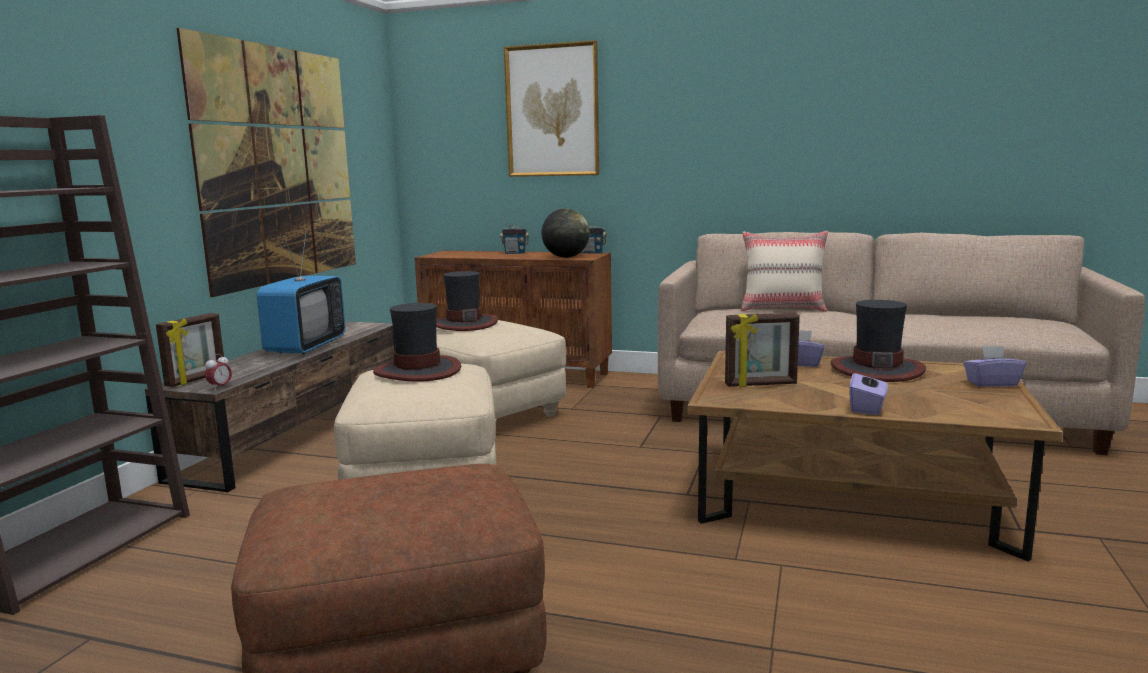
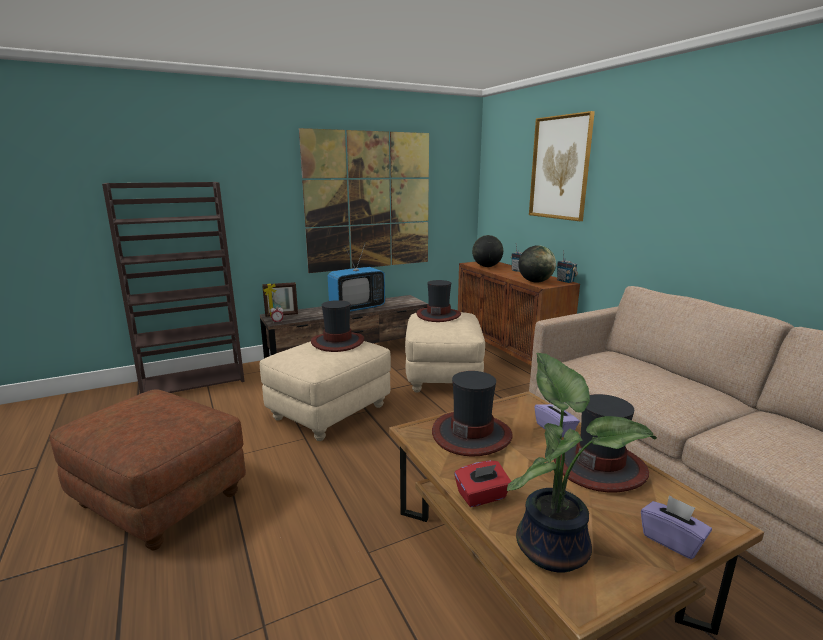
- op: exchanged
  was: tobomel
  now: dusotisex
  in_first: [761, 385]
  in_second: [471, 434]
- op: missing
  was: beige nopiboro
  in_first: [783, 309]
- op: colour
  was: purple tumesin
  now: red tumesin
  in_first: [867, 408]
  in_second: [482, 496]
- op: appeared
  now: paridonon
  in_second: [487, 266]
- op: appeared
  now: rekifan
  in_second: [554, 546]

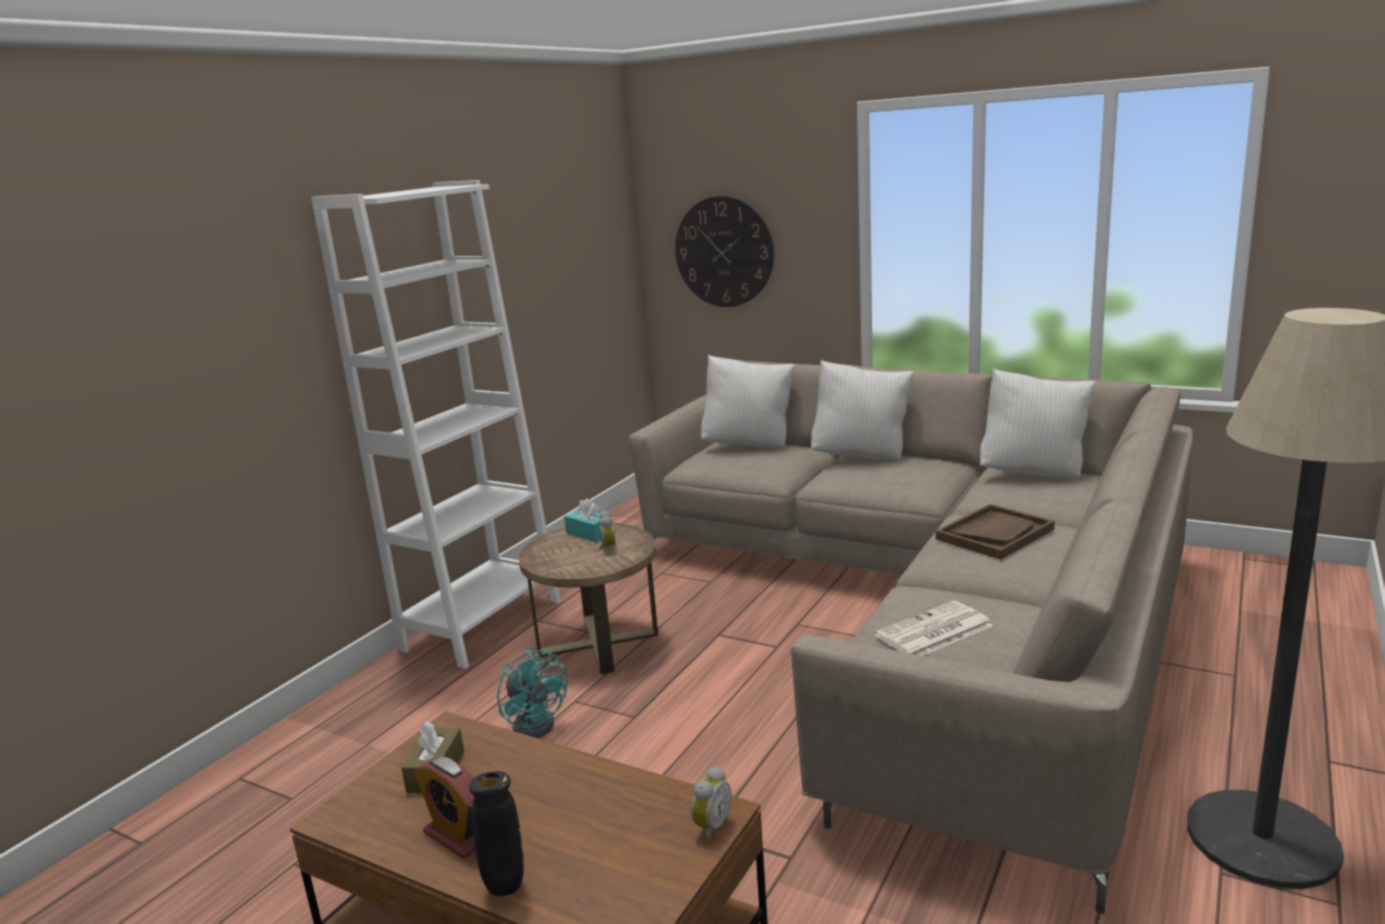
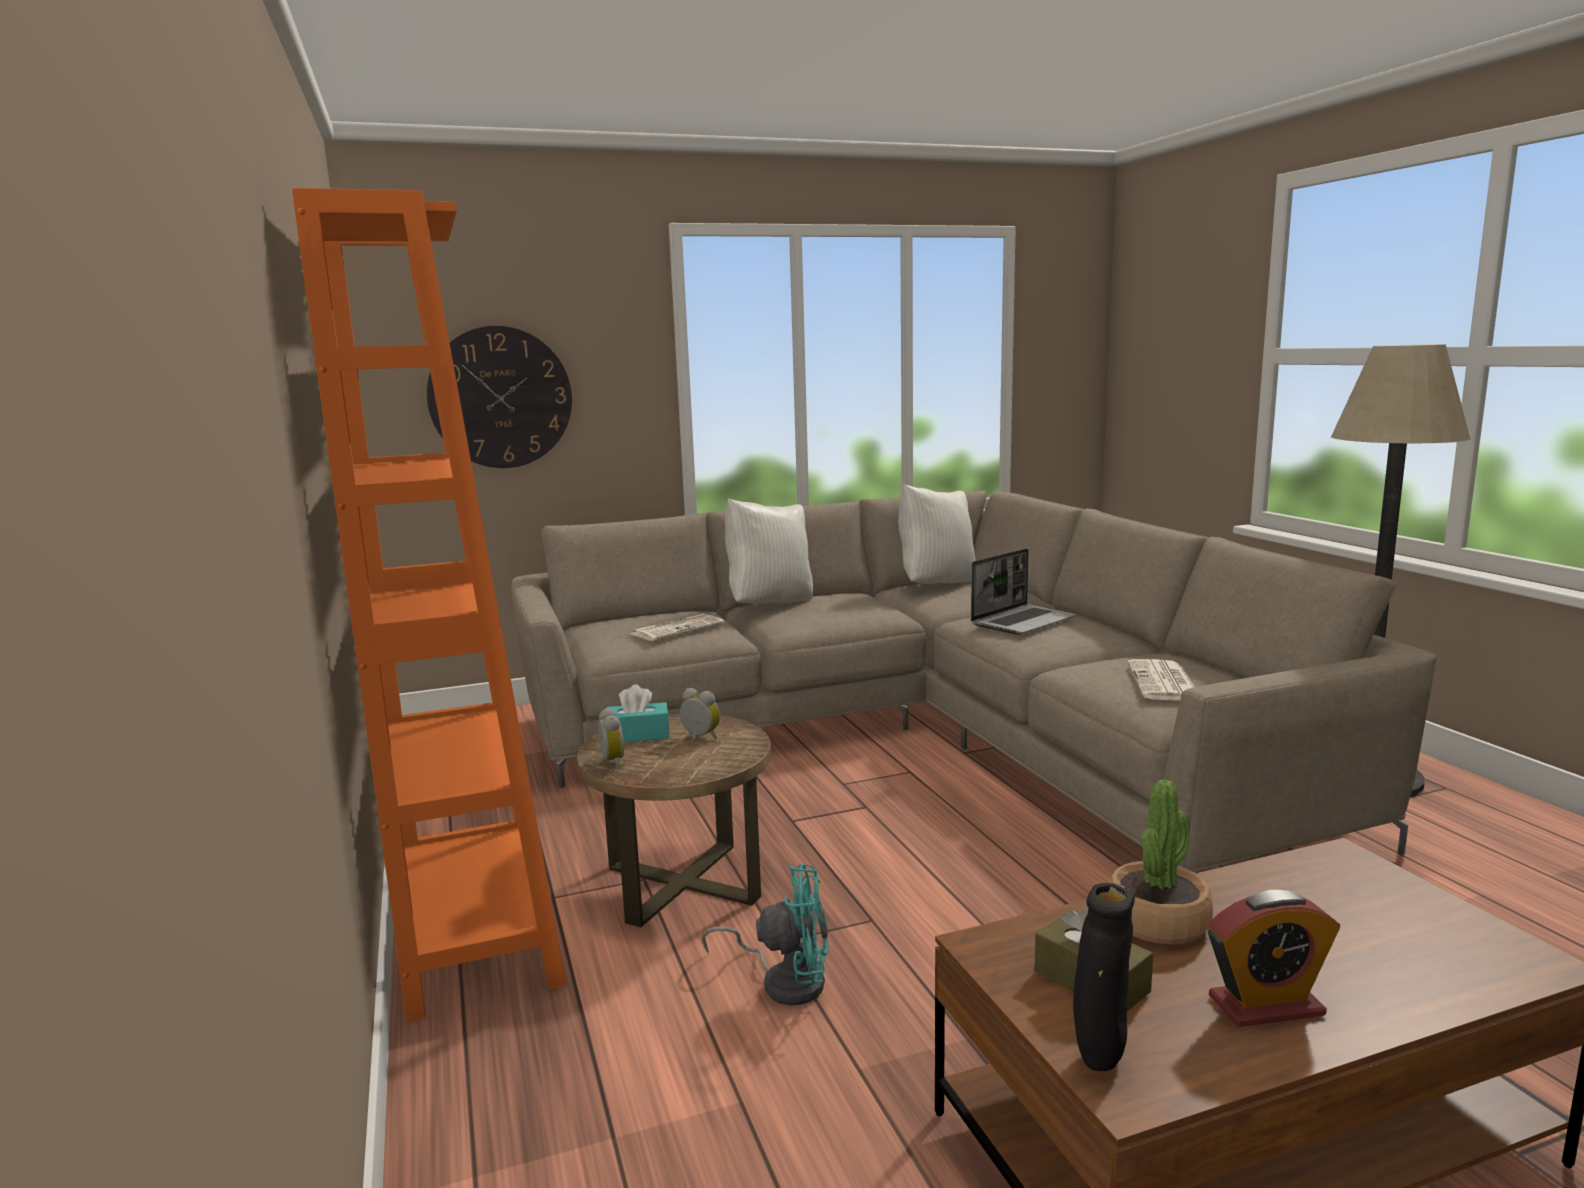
- op: colour
  was: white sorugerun
  now: orange sorugerun
  in_first: [482, 624]
  in_second: [480, 935]
- op: relocated
  was: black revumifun
  in_first: [506, 888]
  in_second: [1099, 1059]
- op: relocated
  was: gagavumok
  in_first: [710, 826]
  in_second: [610, 763]
- op: missing
  was: white nopiboro
  in_first: [749, 445]
- op: exchanged
  was: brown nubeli
  now: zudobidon
  in_first: [994, 534]
  in_second: [1023, 621]
- op: appeared
  now: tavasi
  in_second: [677, 629]
- op: appeared
  now: rekifan
  in_second: [1157, 922]

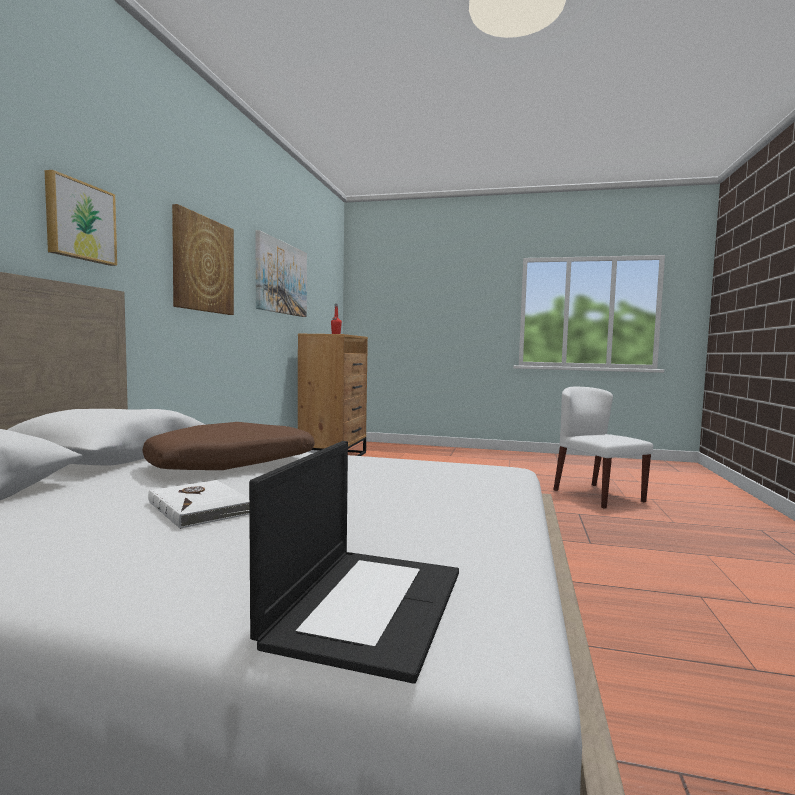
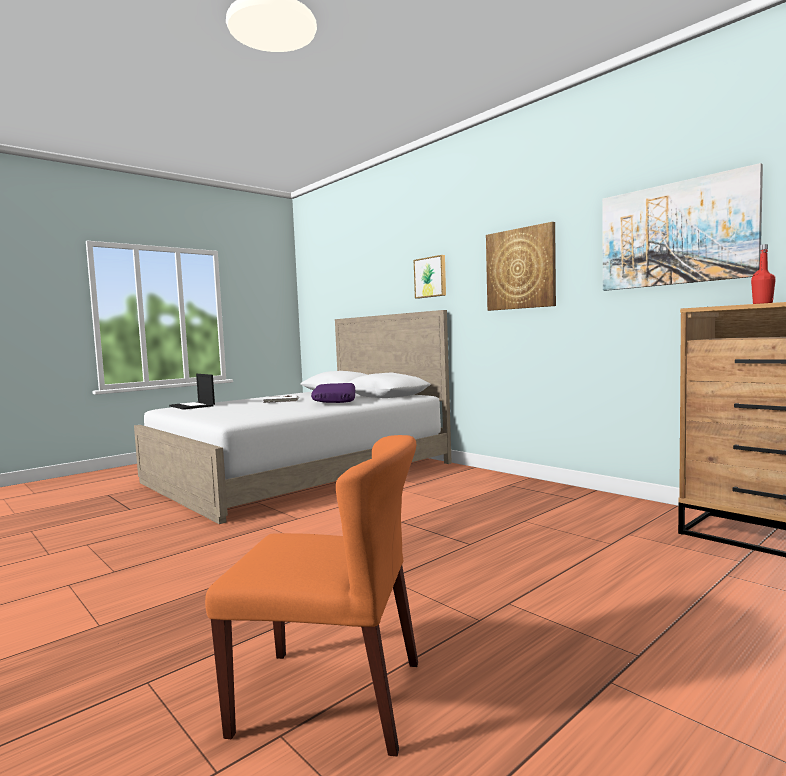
- op: colour
  was: brown nopiboro
  now: purple nopiboro
  in_first: [232, 465]
  in_second: [334, 402]
- op: colour
  was: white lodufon
  now: orange lodufon
  in_first: [597, 495]
  in_second: [331, 697]

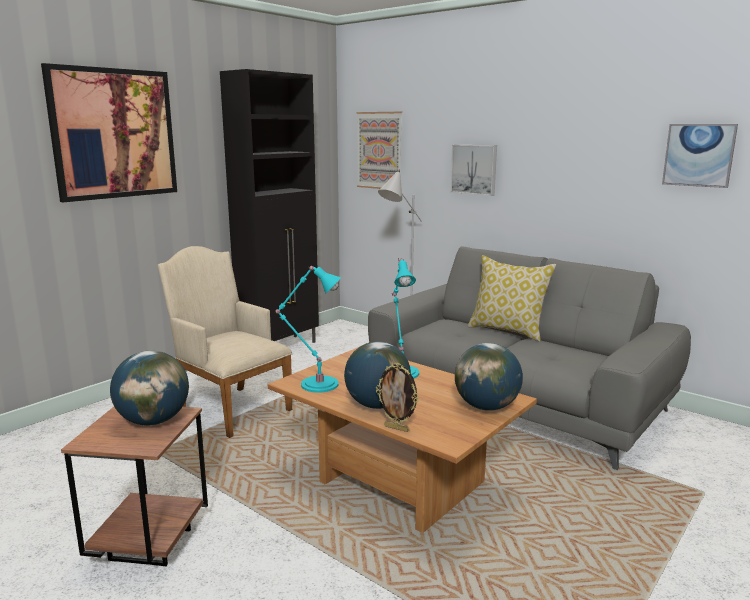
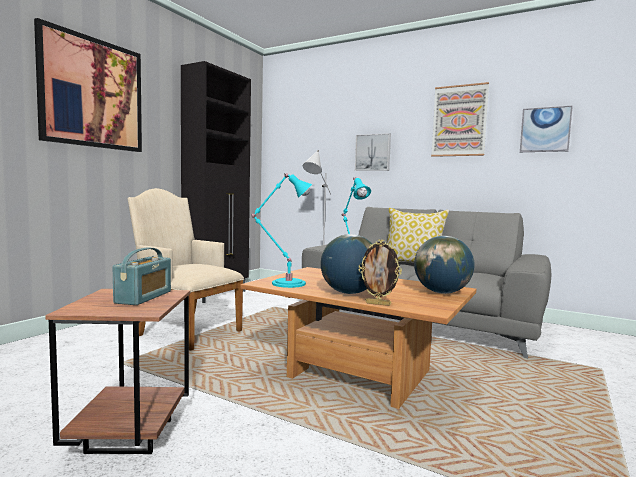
- op: exchanged
  was: paridonon
  now: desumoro
  in_first: [153, 421]
  in_second: [144, 297]
- op: relocated
  was: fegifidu
  in_first: [379, 150]
  in_second: [459, 121]

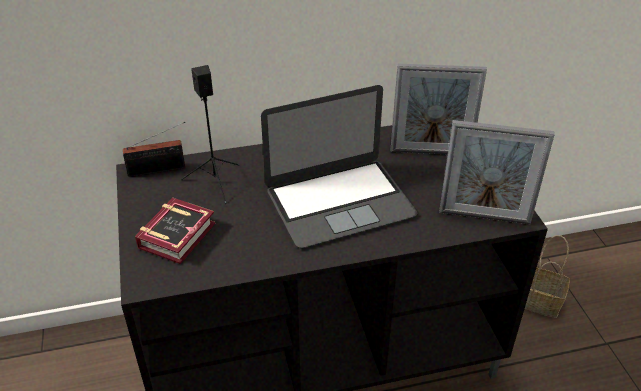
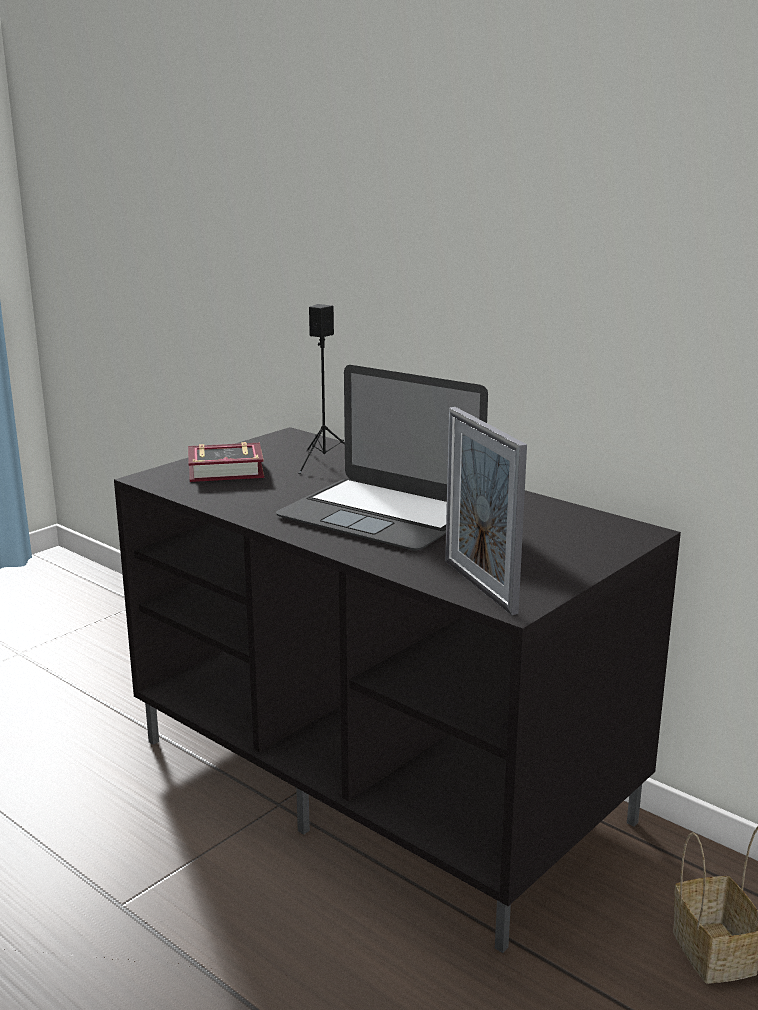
- op: missing
  was: desumoro
  in_first: [160, 169]
- op: missing
  was: tobomel
  in_first: [430, 152]

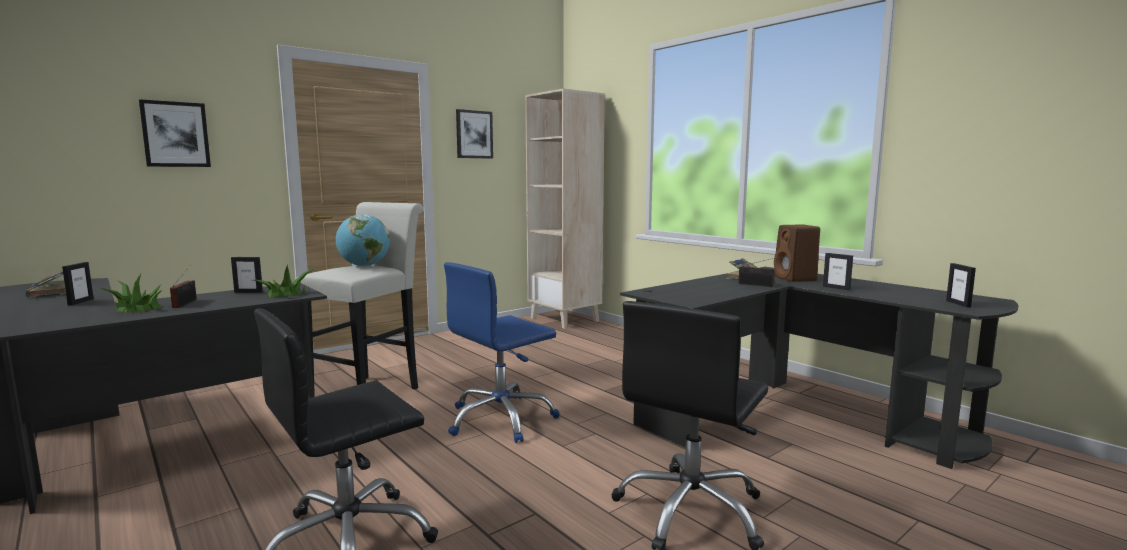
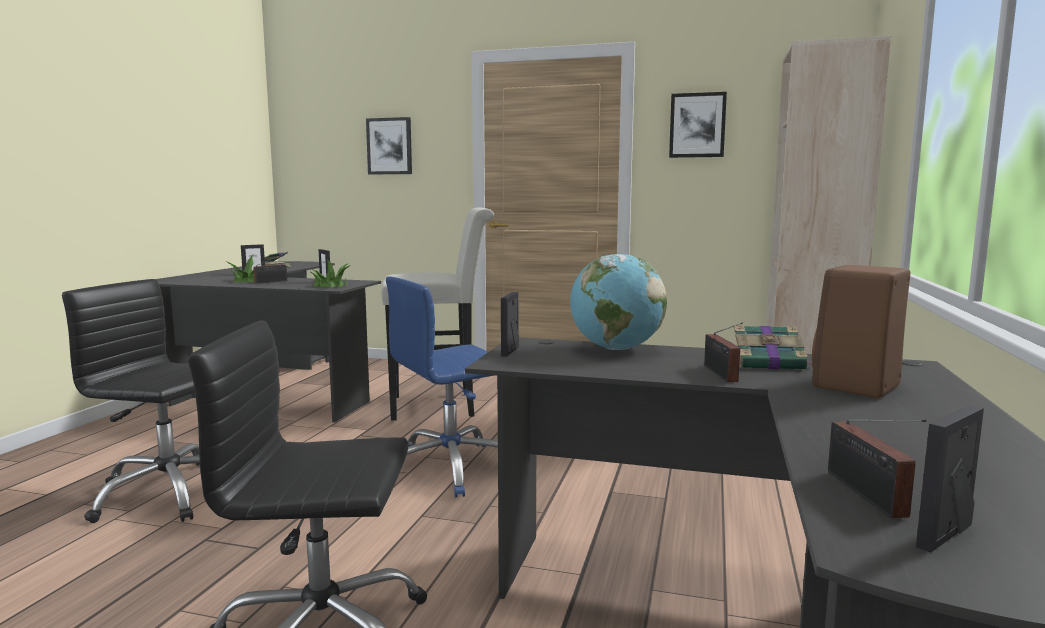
- op: relocated
  was: paridonon
  in_first: [364, 266]
  in_second: [616, 349]
- op: spun
  was: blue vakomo
  in_first: [501, 419]
  in_second: [450, 468]
  clockwise: -45
- op: relocated
  was: tobomel
  in_first: [836, 288]
  in_second: [510, 351]
- op: appeared
  now: desumoro
  in_second: [868, 496]

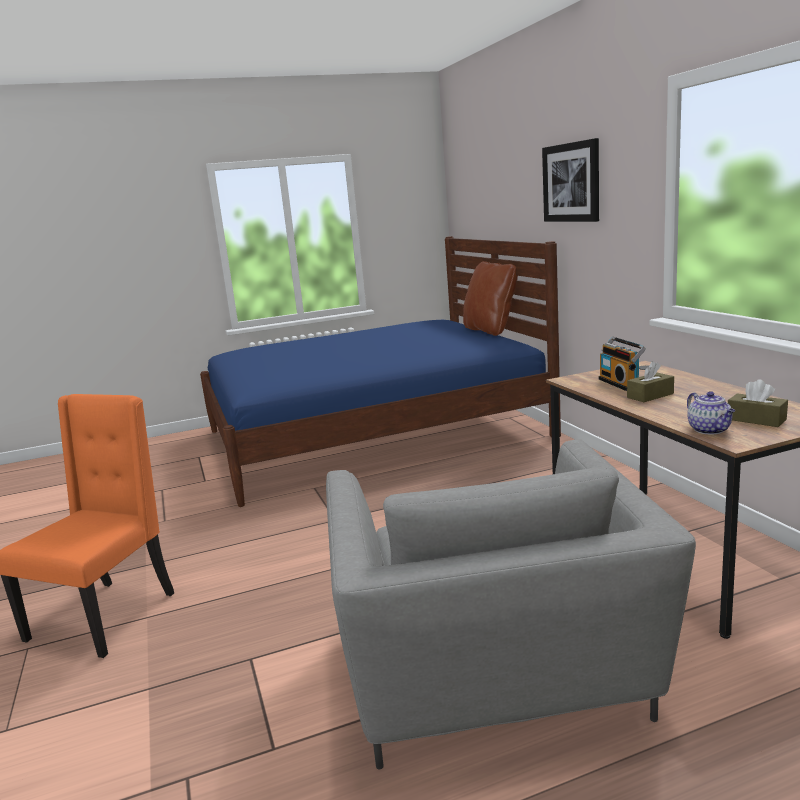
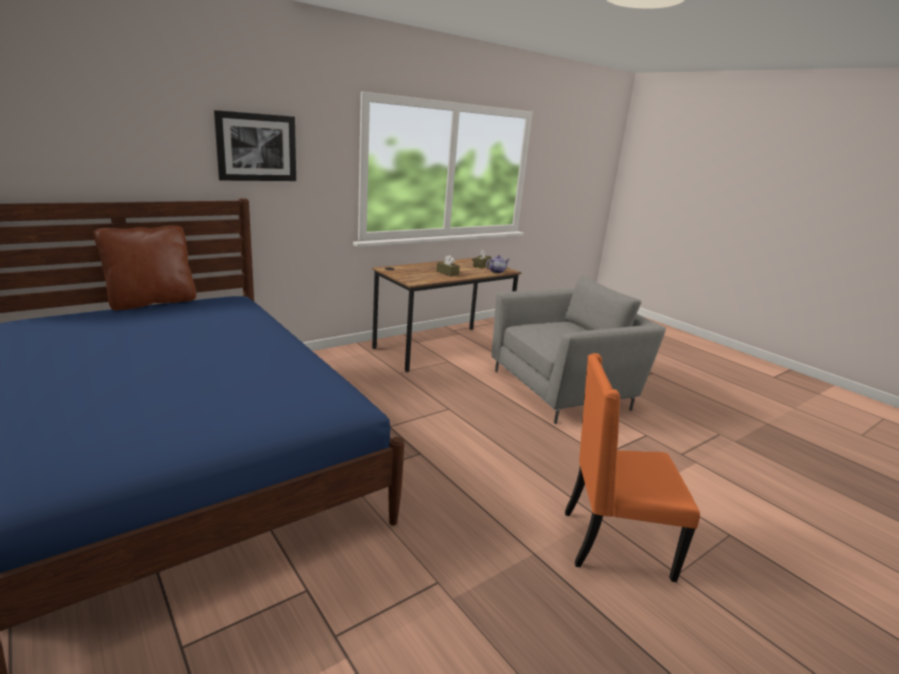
- op: missing
  was: desumoro
  in_first: [620, 383]

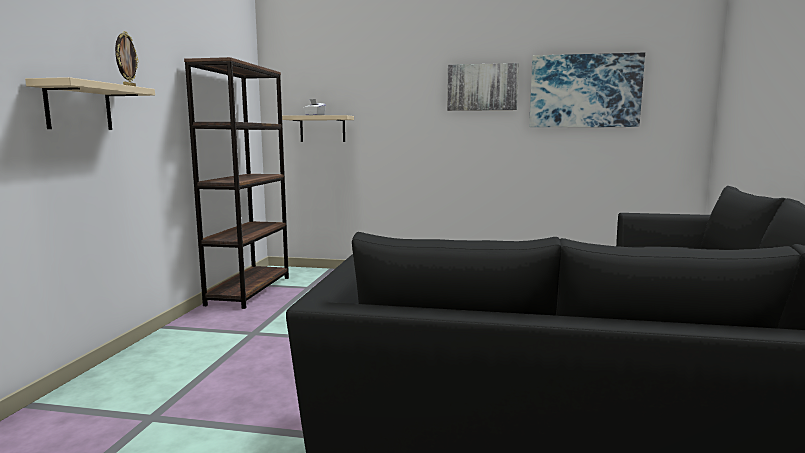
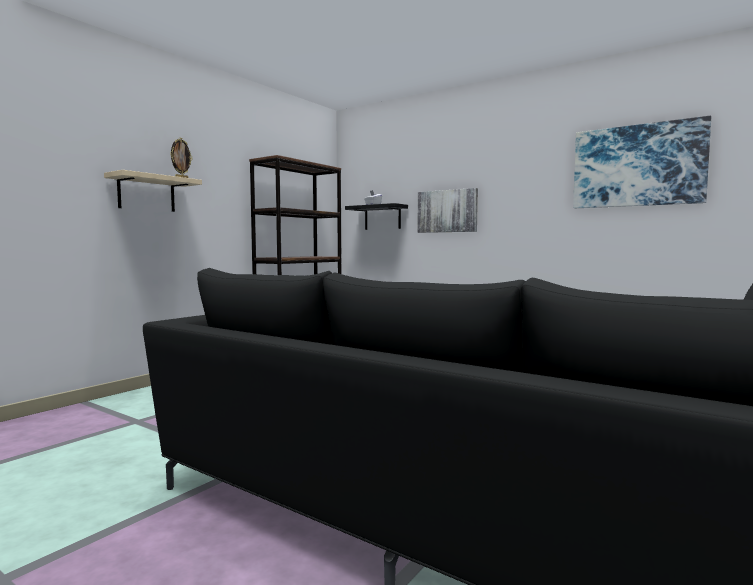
- op: colour
  was: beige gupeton
  now: black gupeton
  in_first: [322, 129]
  in_second: [382, 217]
- op: relocated
  was: fegifidu
  in_first: [482, 87]
  in_second: [447, 211]

